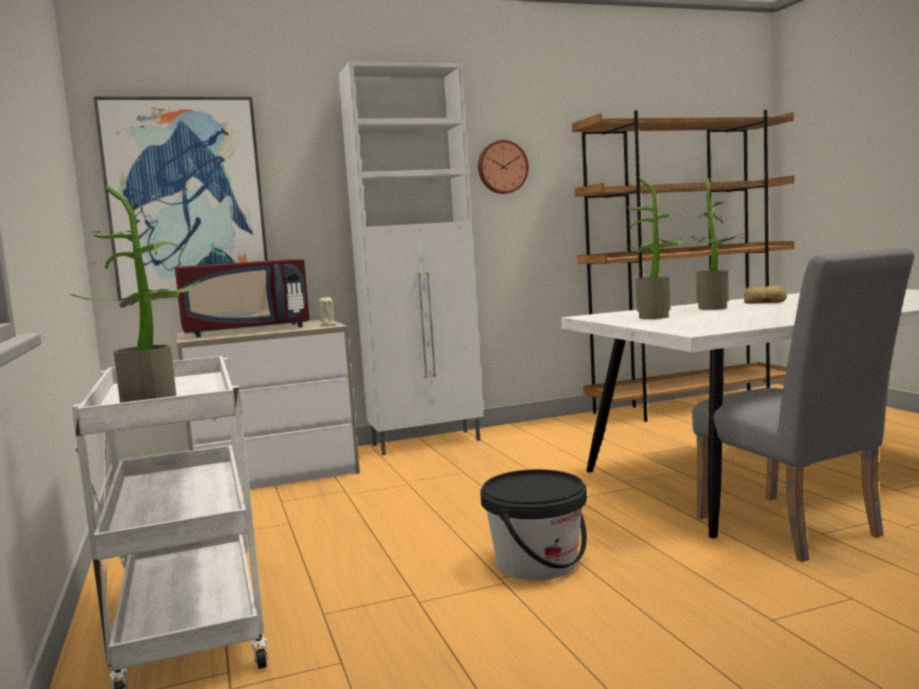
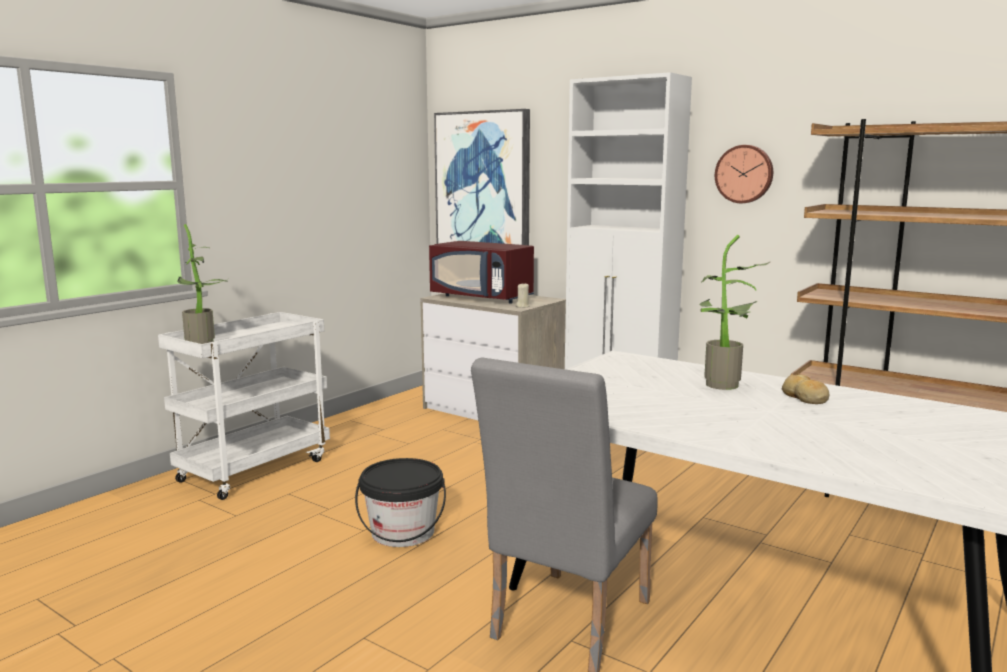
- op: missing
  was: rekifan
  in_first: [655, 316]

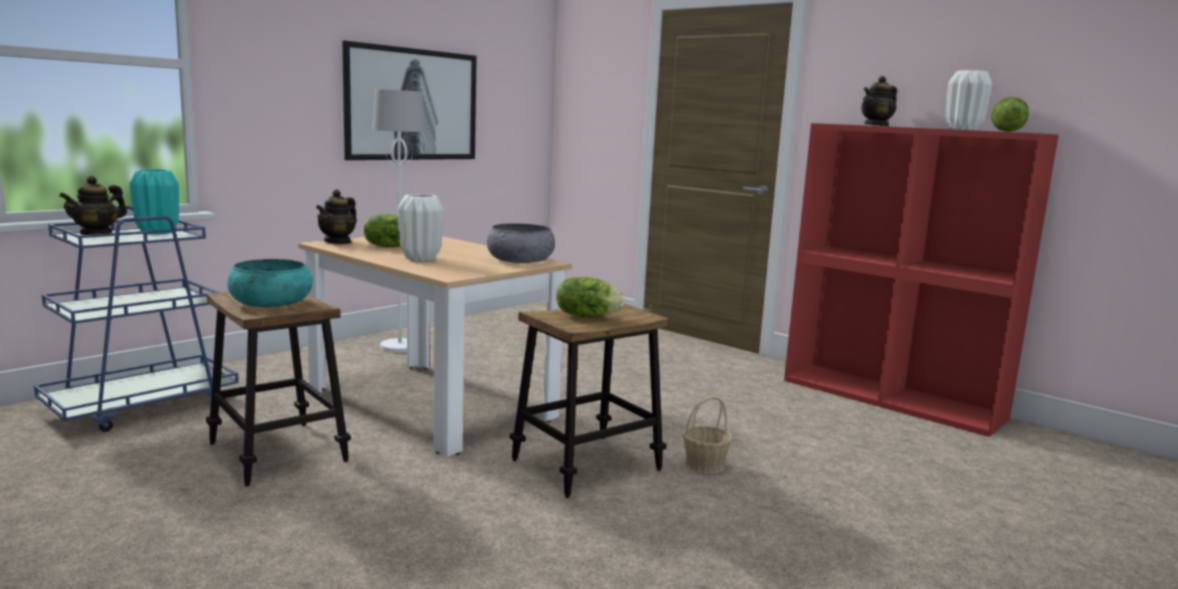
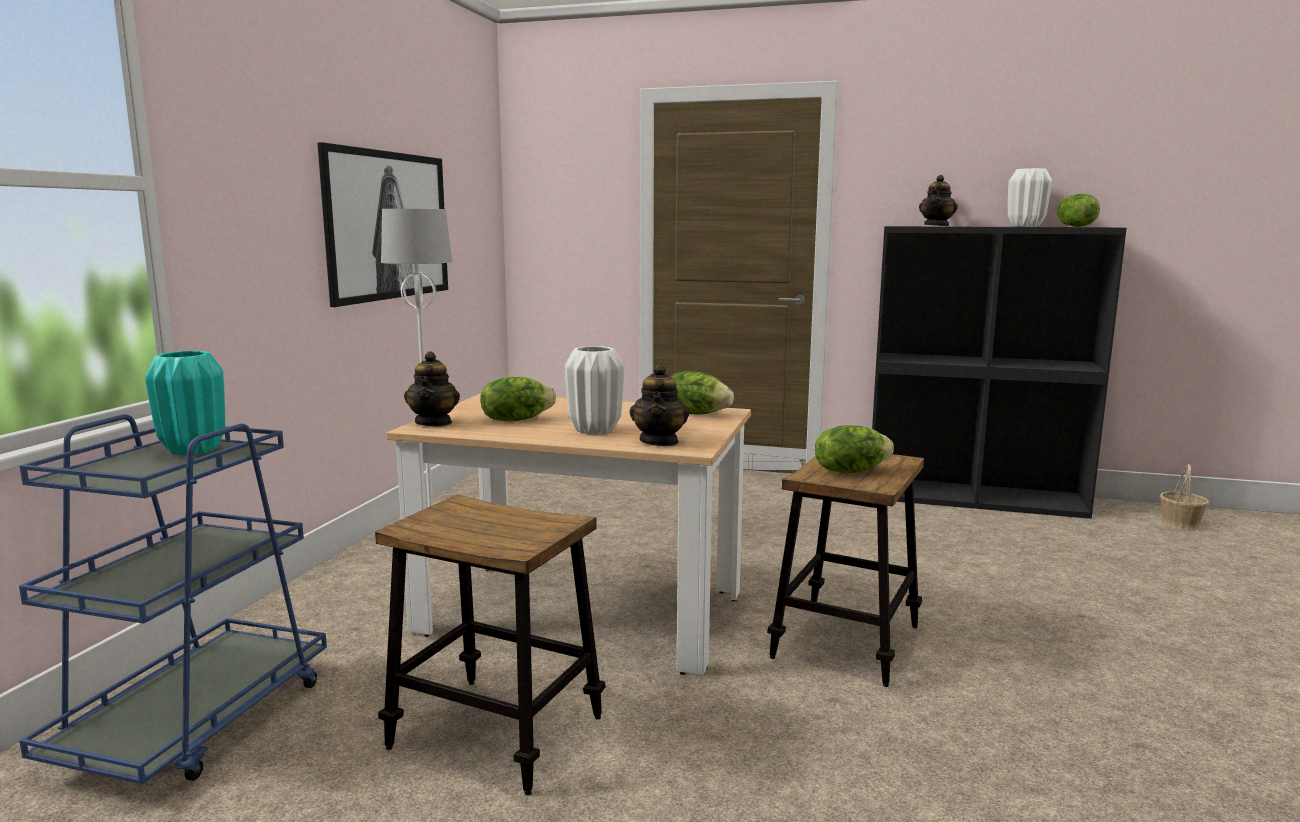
- op: relocated
  was: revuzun
  in_first: [97, 234]
  in_second: [659, 441]
- op: missing
  was: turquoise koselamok
  in_first: [271, 302]
- op: exchanged
  was: grey koselamok
  now: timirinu
  in_first: [520, 260]
  in_second: [696, 413]
- op: relocated
  was: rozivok
  in_first: [705, 465]
  in_second: [1180, 524]
- op: colour
  was: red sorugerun
  now: black sorugerun
  in_first: [893, 399]
  in_second: [974, 498]

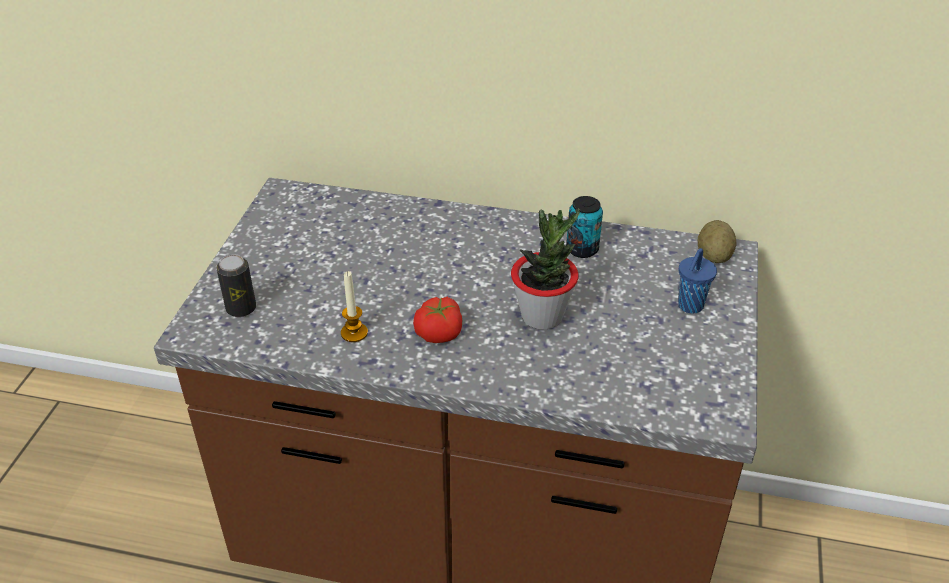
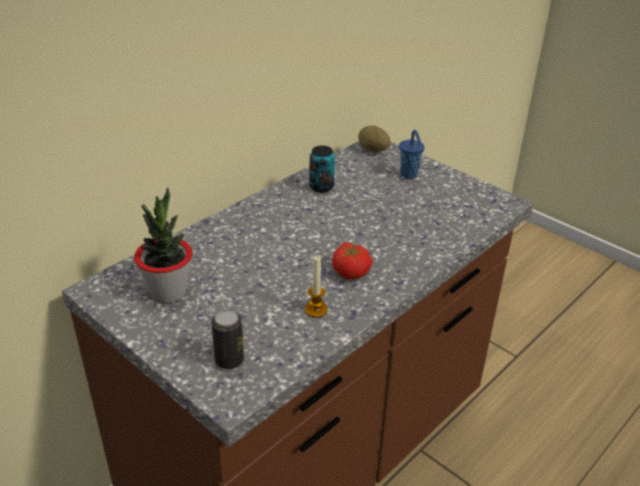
- op: relocated
  was: rekifan
  in_first: [542, 316]
  in_second: [168, 292]

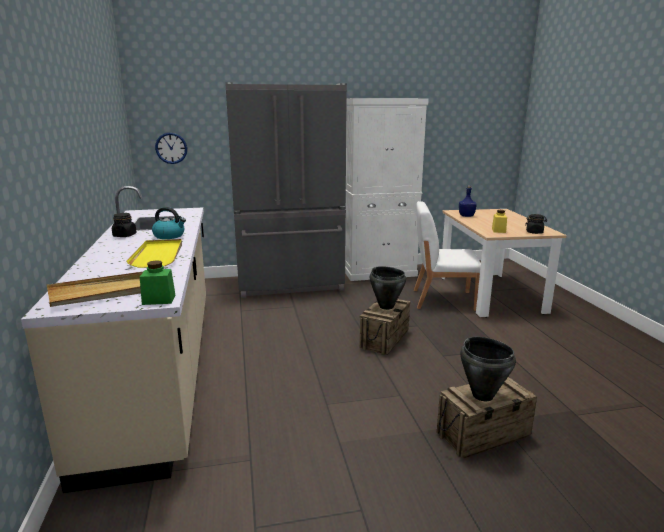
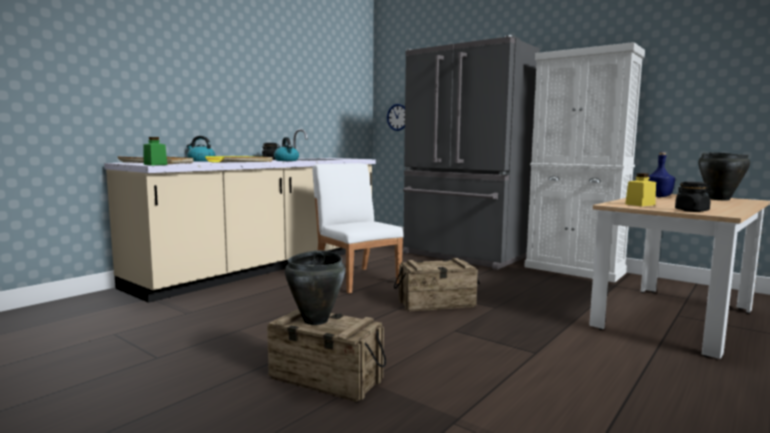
- op: relocated
  was: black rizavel
  in_first: [386, 306]
  in_second: [719, 199]
- op: relocated
  was: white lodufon
  in_first: [442, 299]
  in_second: [357, 279]
- op: appeared
  now: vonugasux
  in_second: [201, 161]

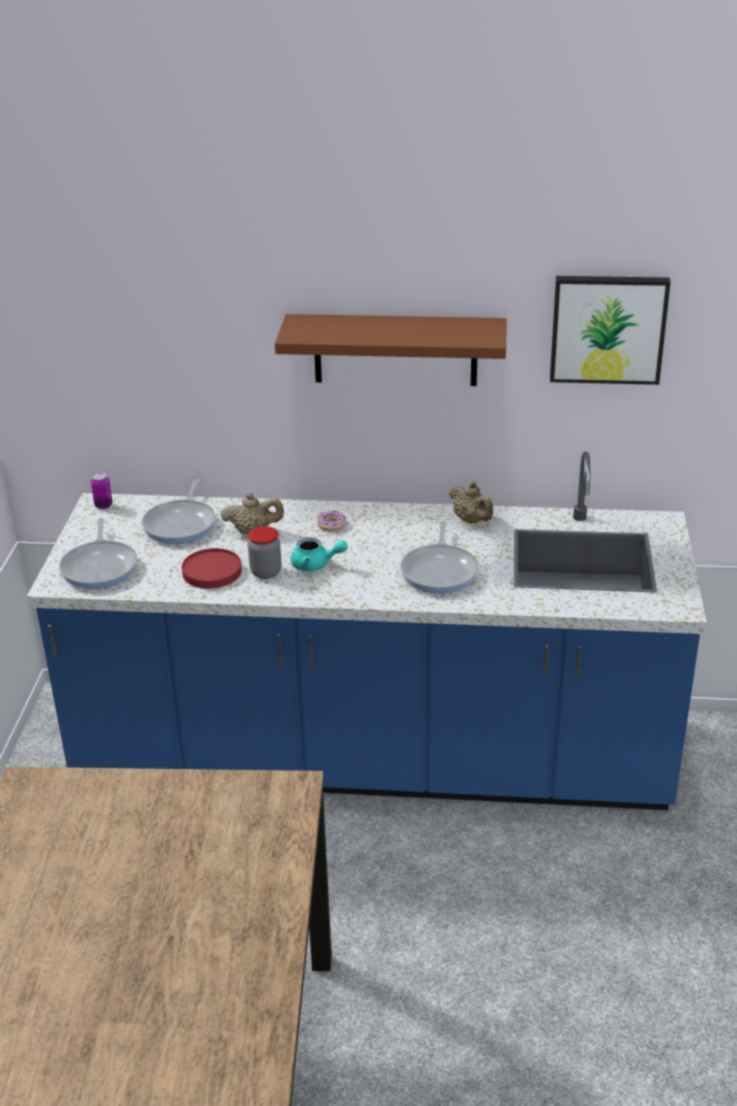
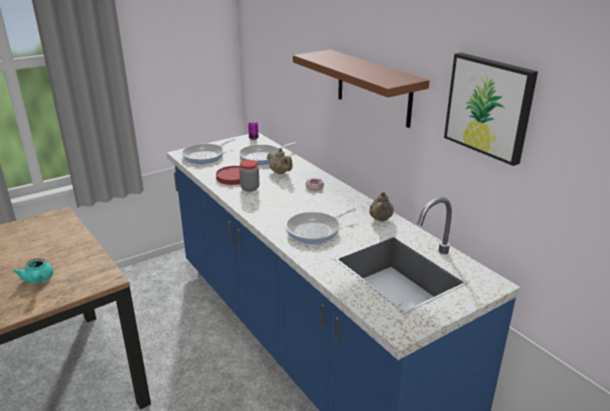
- op: relocated
  was: turquoise revuzun
  in_first: [316, 565]
  in_second: [38, 280]

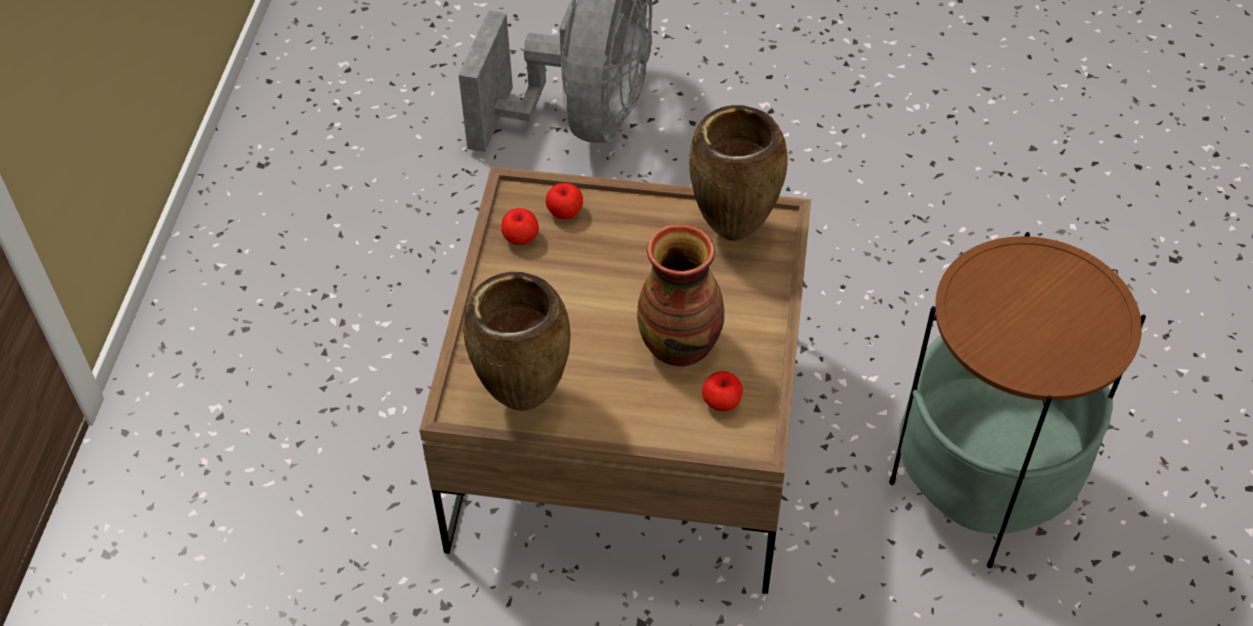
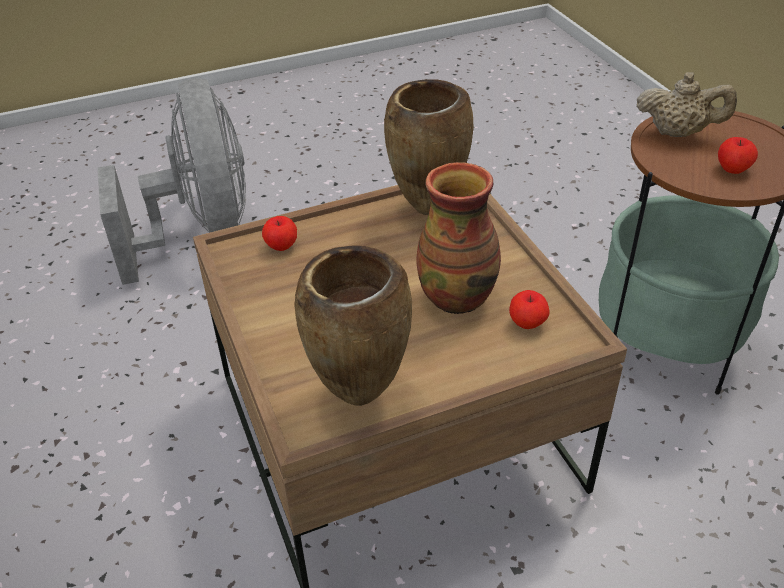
- op: relocated
  was: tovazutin
  in_first: [521, 238]
  in_second: [733, 169]
- op: appeared
  now: beige revuzun
  in_second: [678, 133]

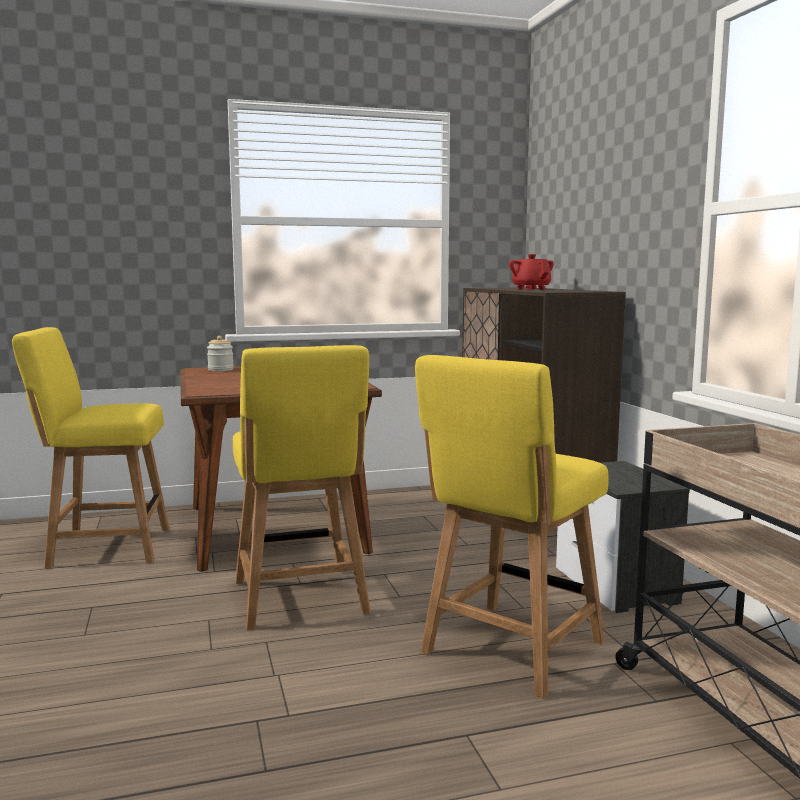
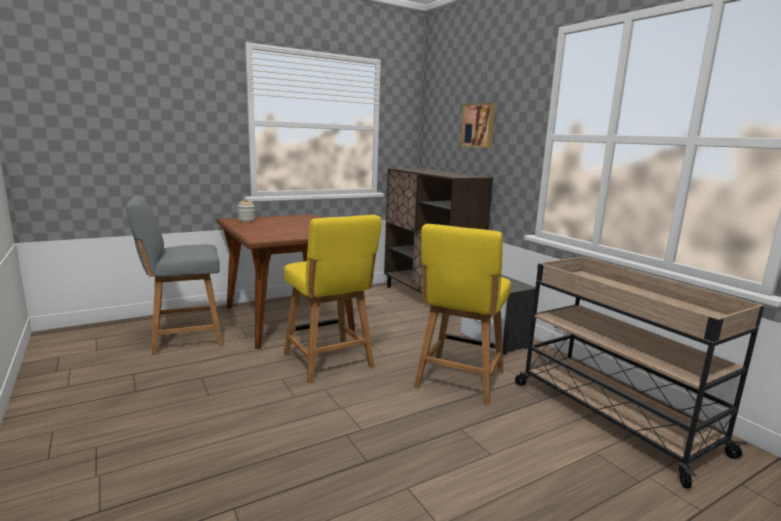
- op: colour
  was: yellow lodufon
  now: grey lodufon
  in_first: [103, 547]
  in_second: [183, 337]
- op: missing
  was: red revuzun
  in_first: [530, 289]
- op: appeared
  now: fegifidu
  in_second: [479, 125]

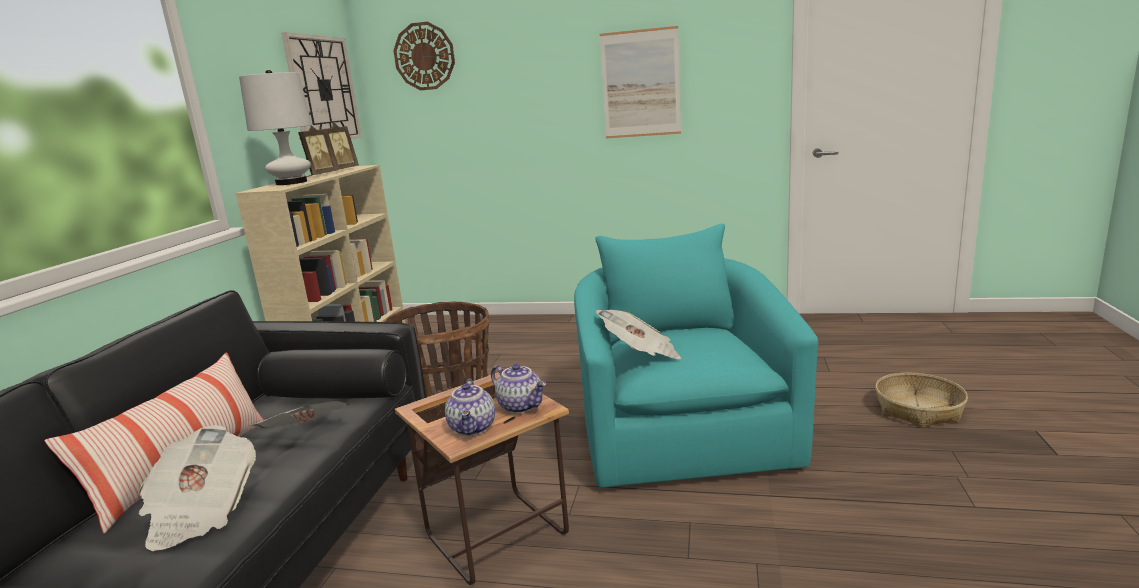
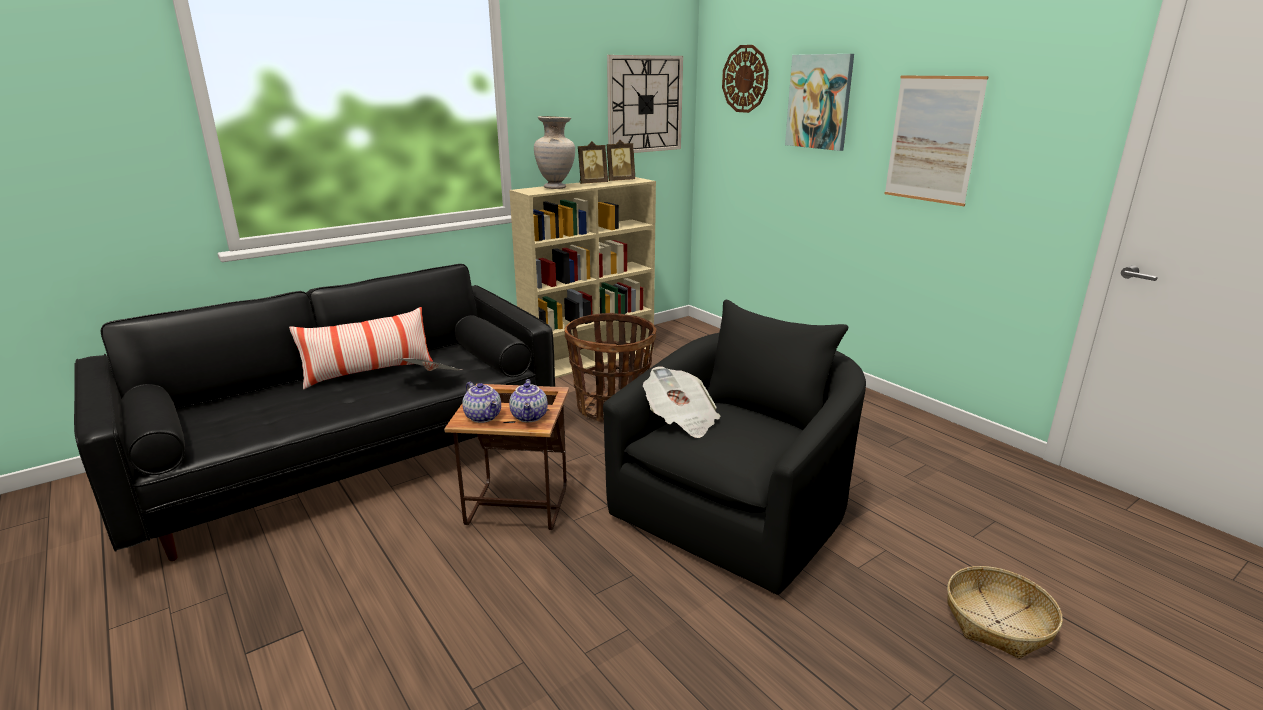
- op: missing
  was: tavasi
  in_first: [201, 512]
- op: exchanged
  was: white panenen
  now: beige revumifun
  in_first: [291, 182]
  in_second: [556, 188]
- op: spun
  was: revuzun
  in_first: [473, 428]
  in_second: [484, 417]
  clockwise: -75
- op: colour
  was: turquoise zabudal
  now: black zabudal
  in_first: [682, 432]
  in_second: [738, 511]
- op: appeared
  now: fegifidu
  in_second: [819, 102]

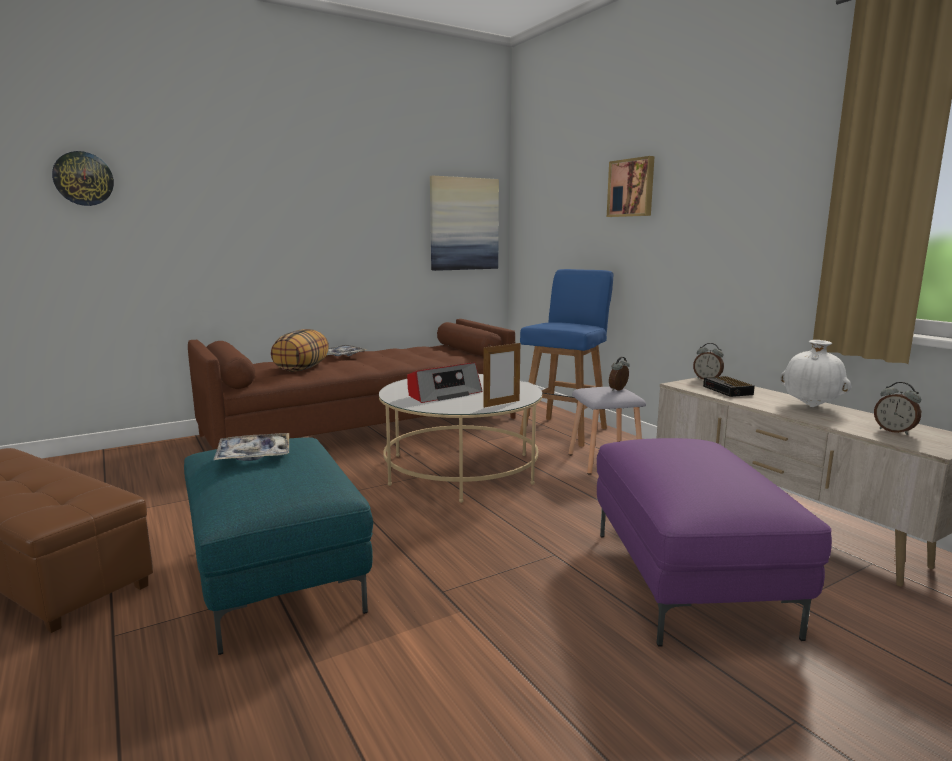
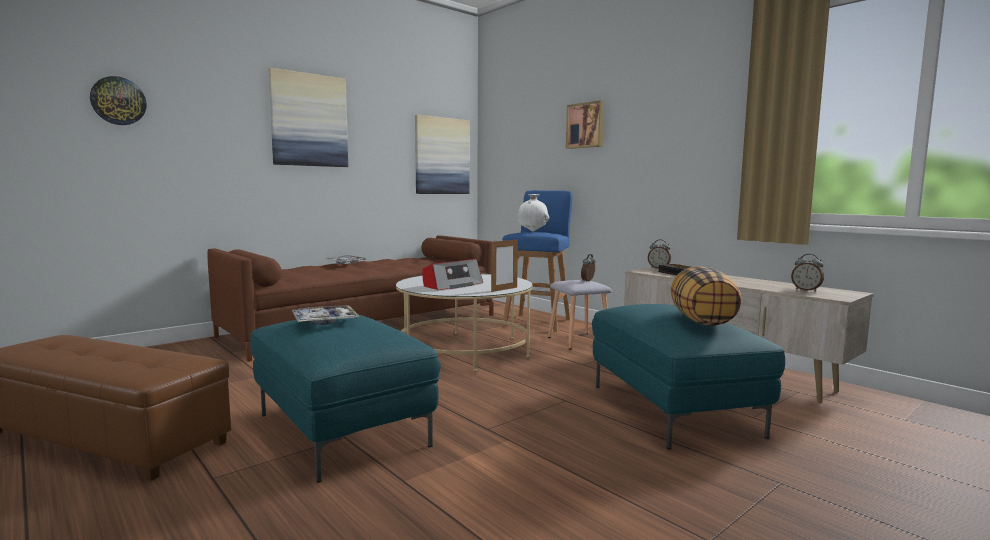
- op: relocated
  was: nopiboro
  in_first: [302, 369]
  in_second: [703, 321]
- op: colour
  was: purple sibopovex
  now: turquoise sibopovex
  in_first: [689, 581]
  in_second: [674, 410]
- op: relocated
  was: white revumifun
  in_first: [811, 406]
  in_second: [533, 231]
- op: appeared
  now: fegifidu
  in_second: [309, 120]

